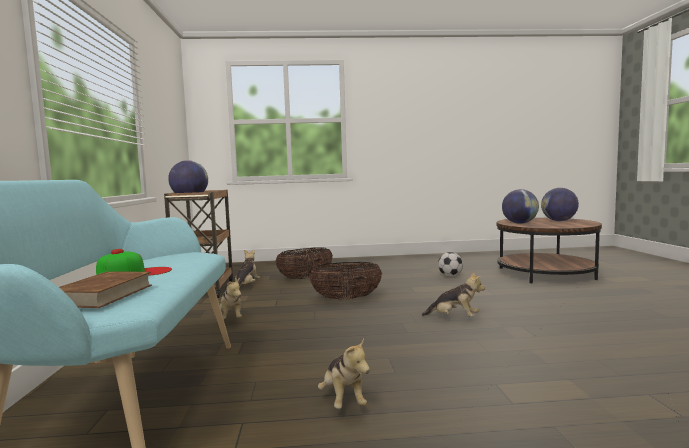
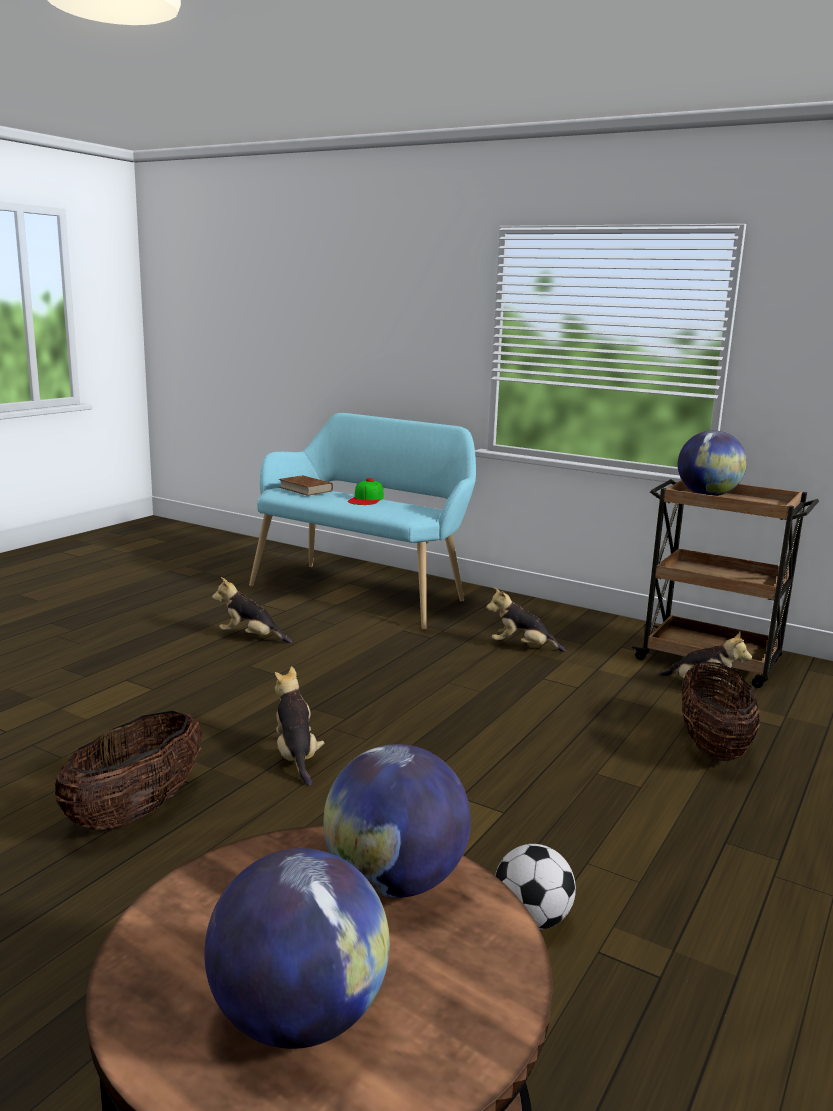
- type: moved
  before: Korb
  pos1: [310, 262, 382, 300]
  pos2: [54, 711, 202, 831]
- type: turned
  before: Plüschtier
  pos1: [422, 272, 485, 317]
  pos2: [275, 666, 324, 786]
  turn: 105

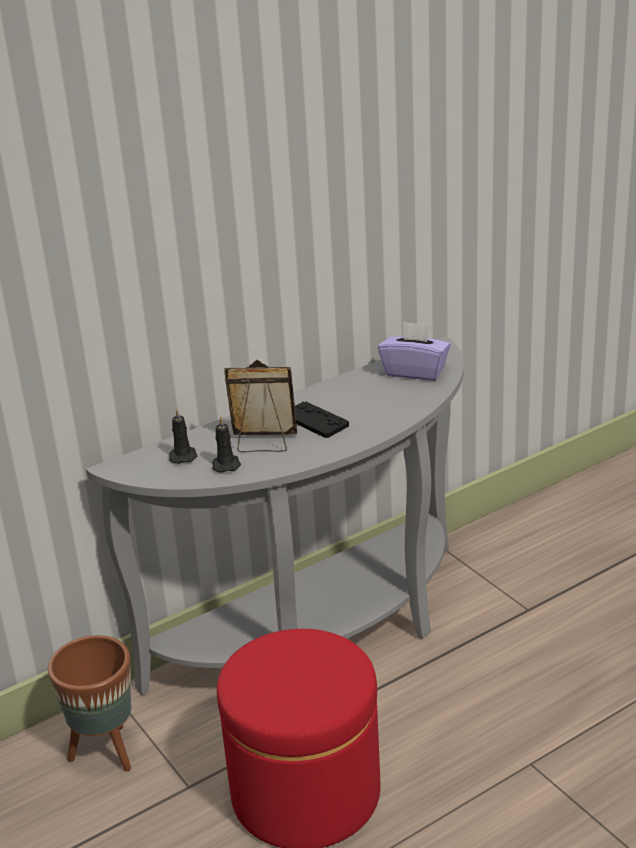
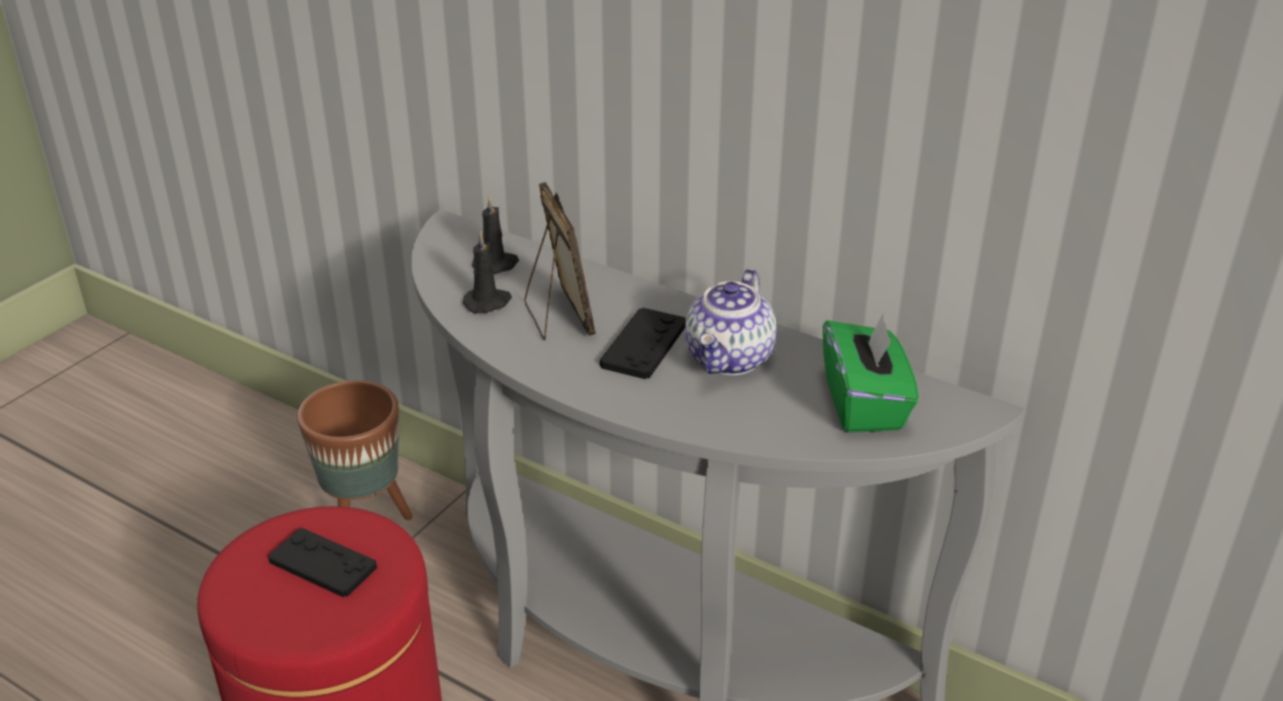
- type: added
  after: Gamepad [schwarz]
  pos2: [268, 528, 377, 598]
- type: added
  after: Teekanne
  pos2: [685, 269, 776, 375]
- type: recoloured
  before: Taschentuchbox [lila]
  after: Taschentuchbox [grün]
  pos1: [378, 321, 451, 381]
  pos2: [823, 314, 919, 433]

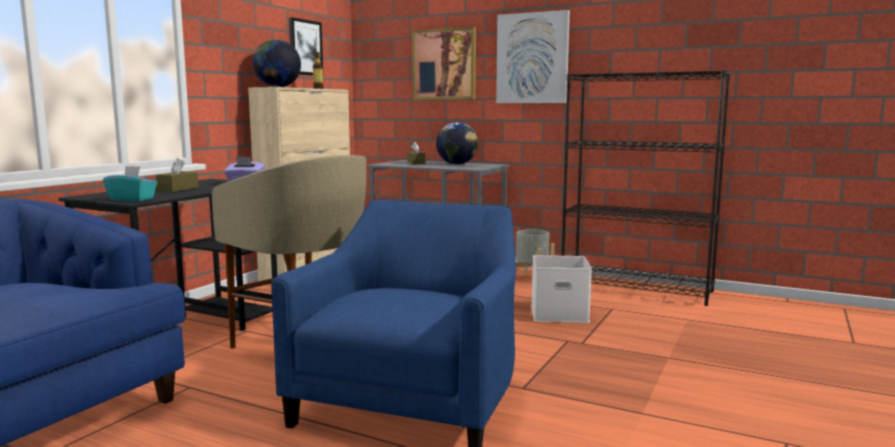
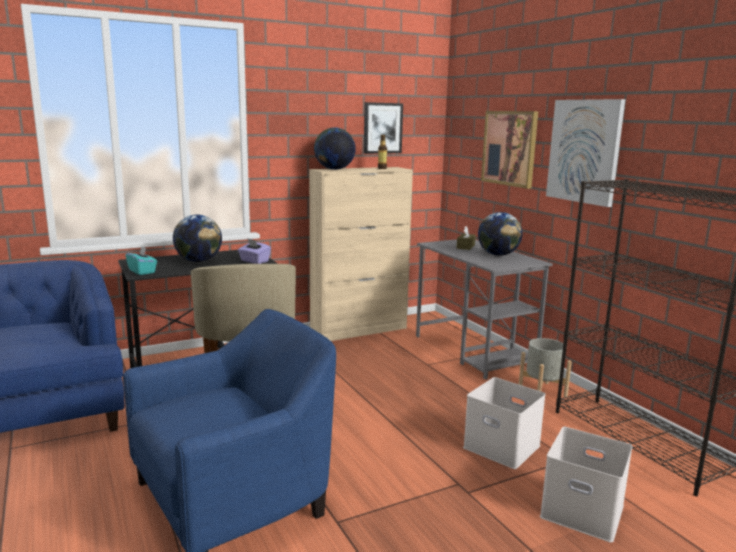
- type: replaced
  before: Taschentuchbox [braun]
  after: Globus
  pos1: [156, 158, 198, 192]
  pos2: [173, 215, 222, 262]
- type: added
  after: Aufbewahrungsbox [weiß]
  pos2: [540, 427, 633, 542]

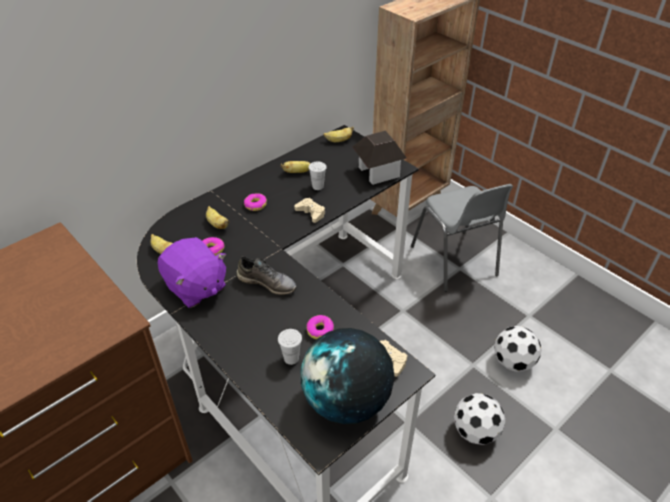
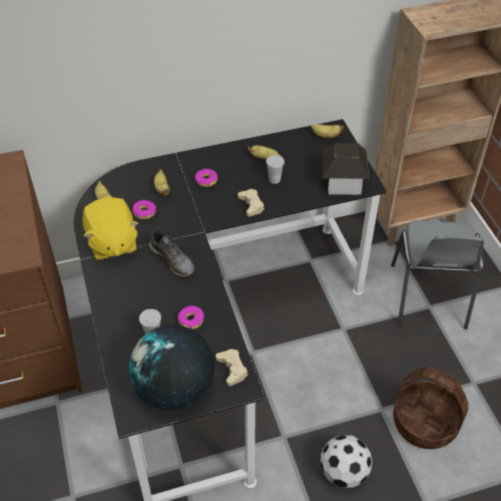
- type: recoloured
  before: Plüschtier [lila]
  after: Plüschtier [gelb]
  pos1: [158, 237, 226, 308]
  pos2: [83, 197, 139, 260]
- type: replaced
  before: Fußball
  after: Korb
  pos1: [494, 326, 541, 372]
  pos2: [393, 367, 468, 449]

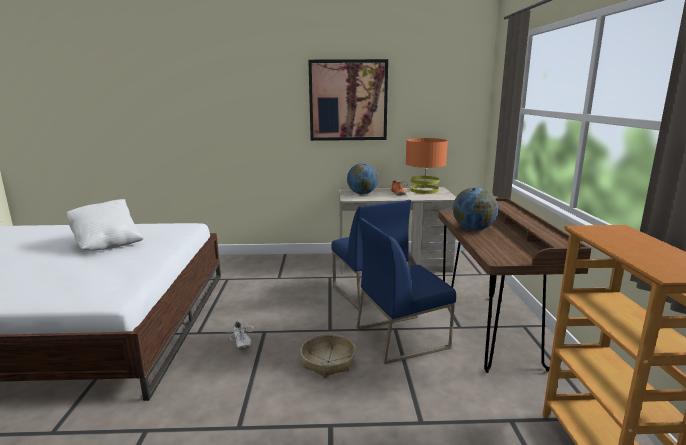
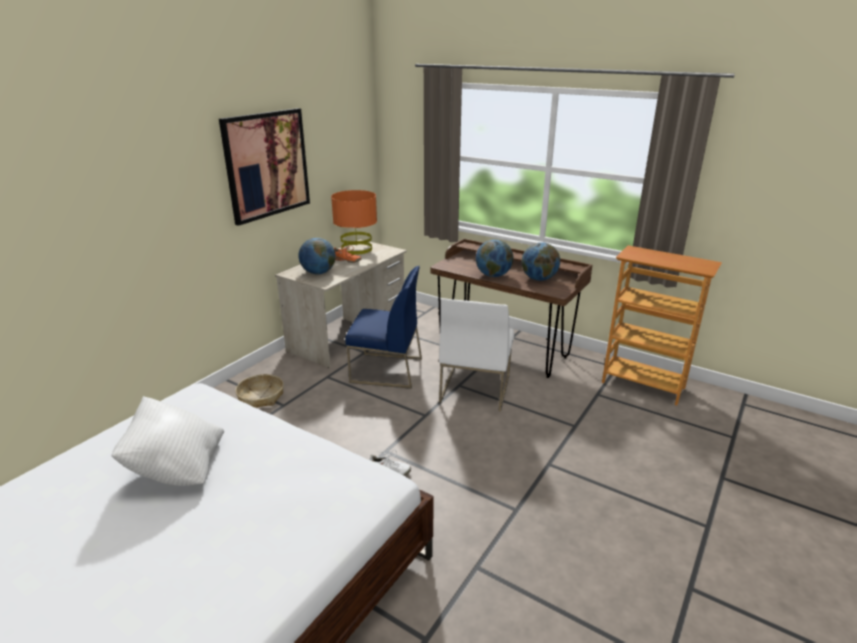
- type: moved
  before: Korb
  pos1: [301, 334, 356, 377]
  pos2: [235, 374, 284, 408]
- type: recoloured
  before: Stuhl [blau]
  after: Stuhl [weiß]
  pos1: [356, 218, 456, 364]
  pos2: [439, 298, 514, 412]
- type: added
  after: Globus
  pos2: [522, 242, 560, 281]

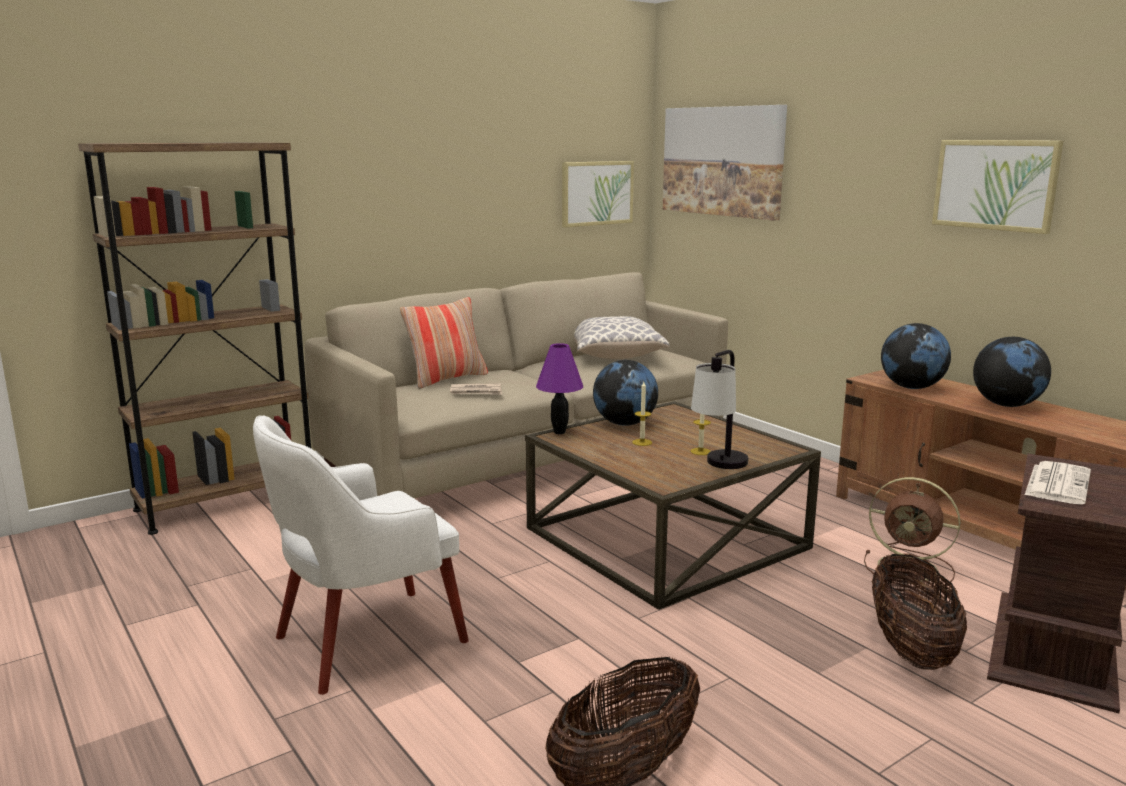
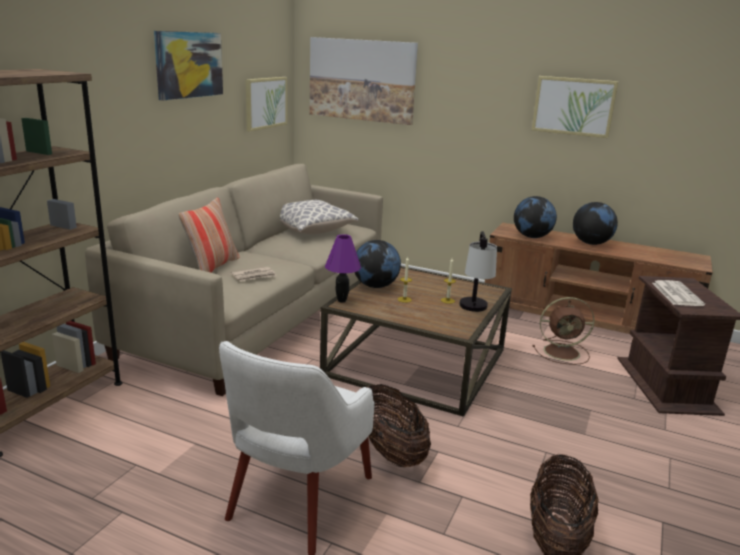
- type: added
  after: Bild
  pos2: [154, 31, 223, 100]
- type: moved
  before: Korb
  pos1: [872, 554, 967, 670]
  pos2: [367, 384, 431, 467]

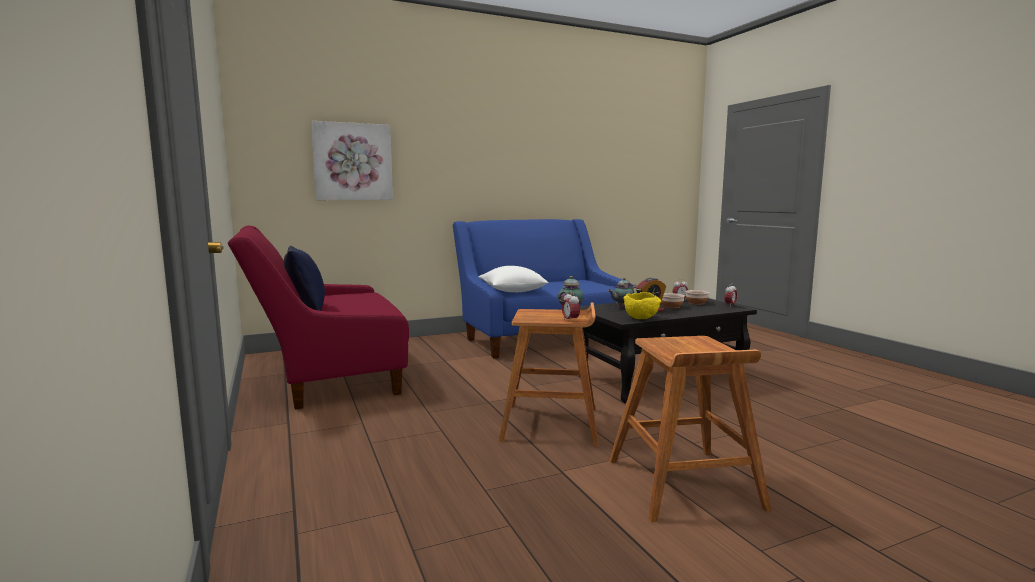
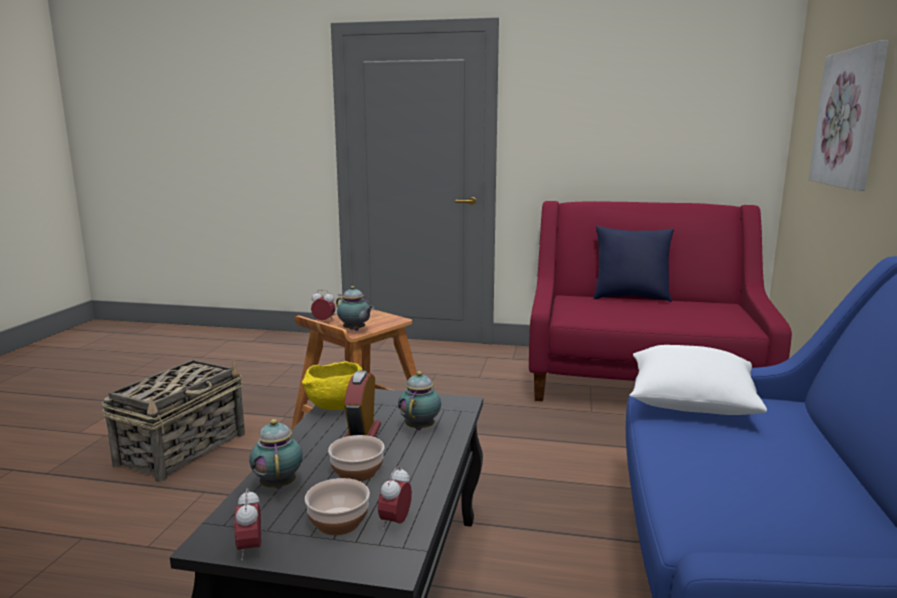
- type: replaced
  before: Hocker [braun]
  after: Korb
  pos1: [609, 336, 771, 522]
  pos2: [102, 359, 245, 482]
- type: added
  after: Teekanne
  pos2: [249, 419, 303, 489]

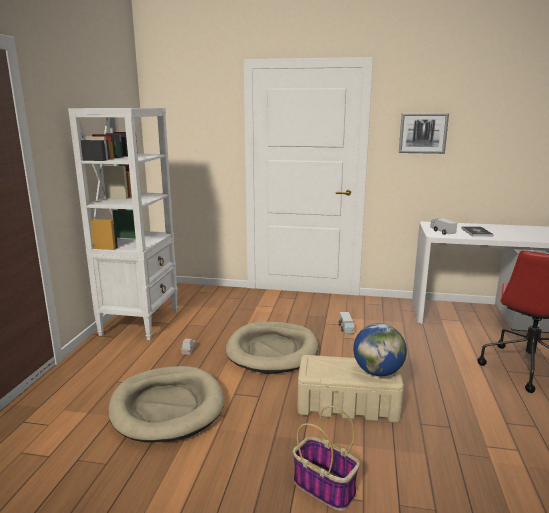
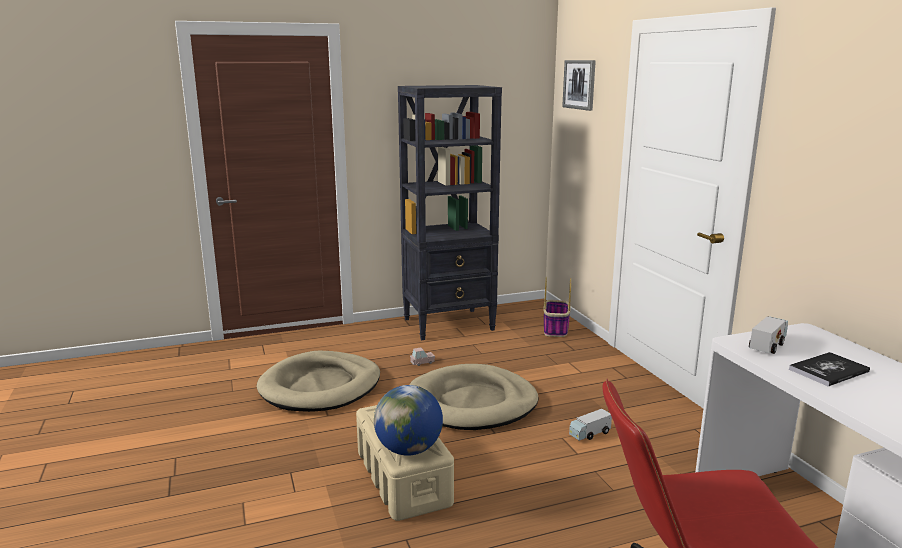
- type: recoloured
  before: Bücherregal [weiß]
  after: Bücherregal [schwarz]
  pos1: [68, 108, 178, 340]
  pos2: [398, 85, 502, 340]
- type: moved
  before: Korb
  pos1: [293, 406, 360, 511]
  pos2: [543, 277, 571, 337]
- type: moved
  before: Bild
  pos1: [399, 113, 449, 154]
  pos2: [562, 60, 596, 111]

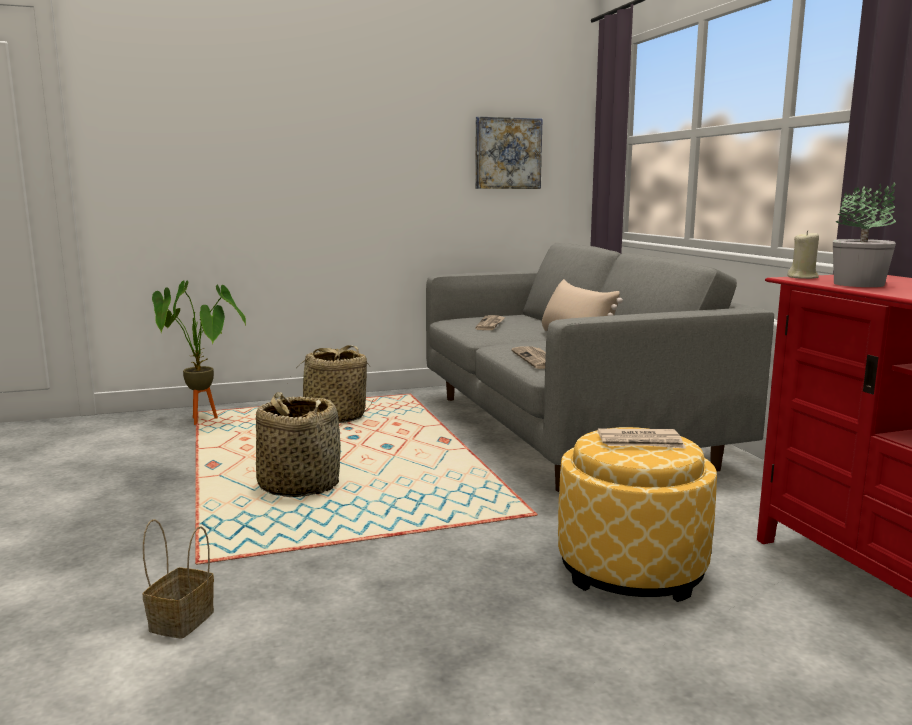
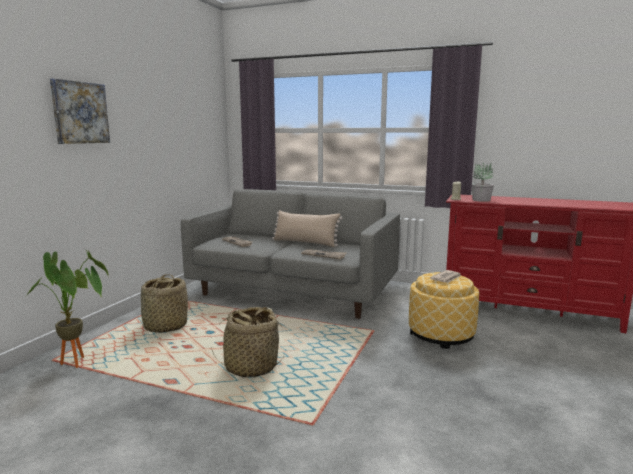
- type: moved
  before: Bild
  pos1: [475, 116, 543, 189]
  pos2: [50, 78, 110, 144]
- type: removed
  before: Korb
  pos1: [143, 519, 214, 639]

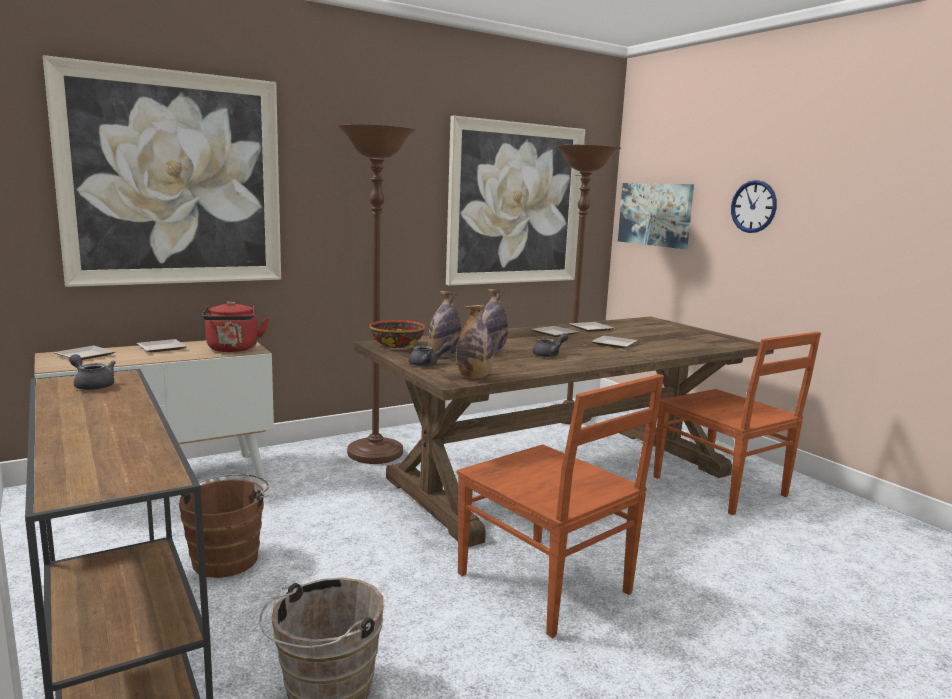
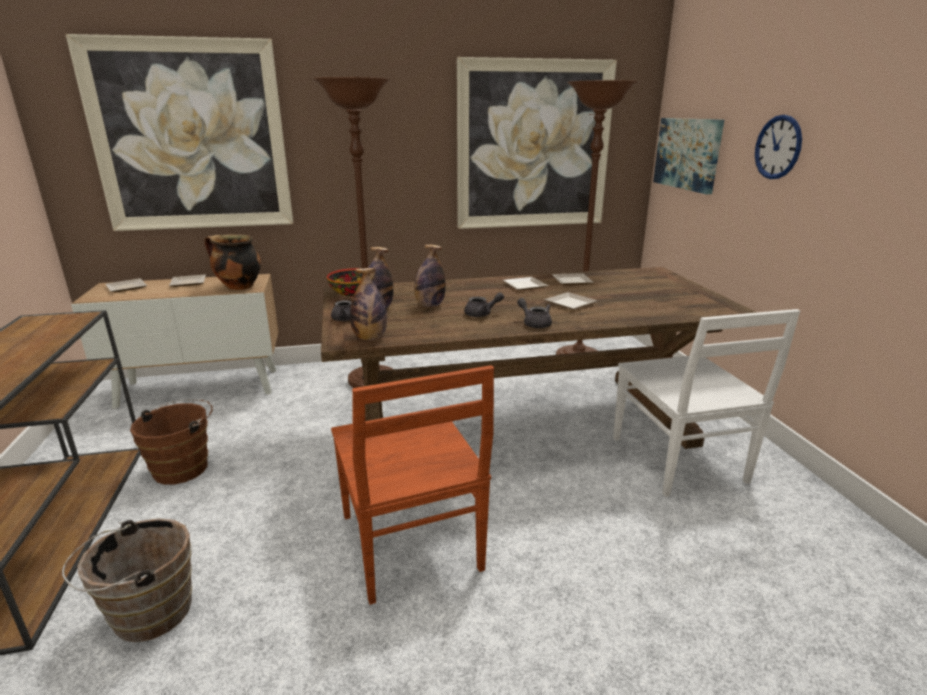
- type: replaced
  before: Wasserkessel [rot]
  after: Kochtopf
  pos1: [202, 301, 269, 352]
  pos2: [205, 234, 261, 290]
- type: moved
  before: Teekanne [grau]
  pos1: [69, 354, 116, 390]
  pos2: [517, 298, 552, 328]
- type: recoloured
  before: Stuhl [braun]
  after: Stuhl [weiß]
  pos1: [653, 332, 821, 515]
  pos2: [613, 309, 800, 497]

